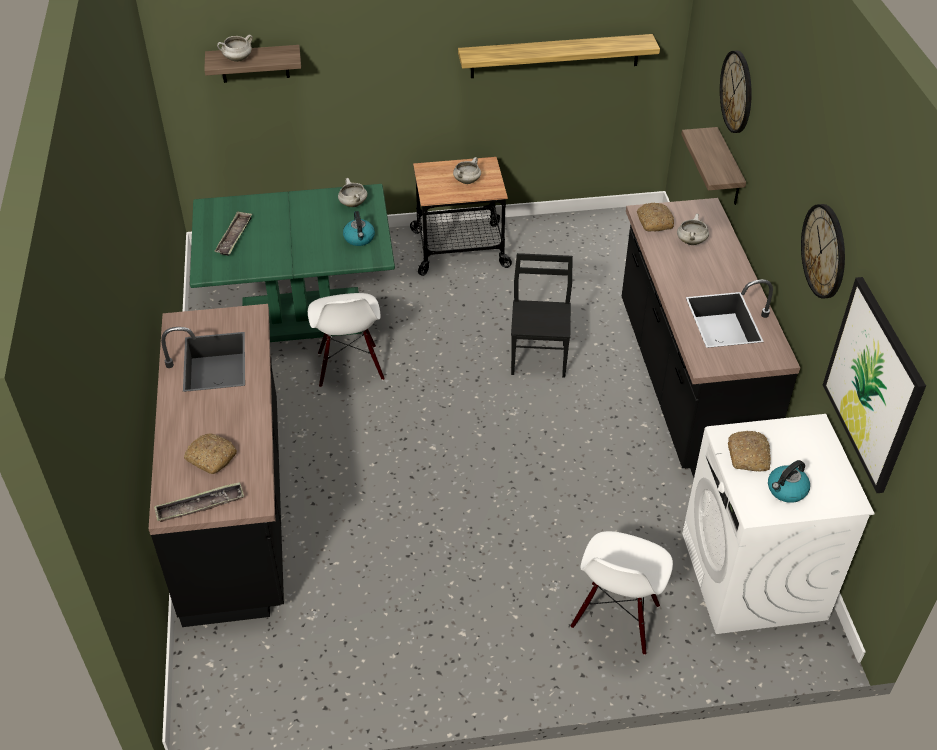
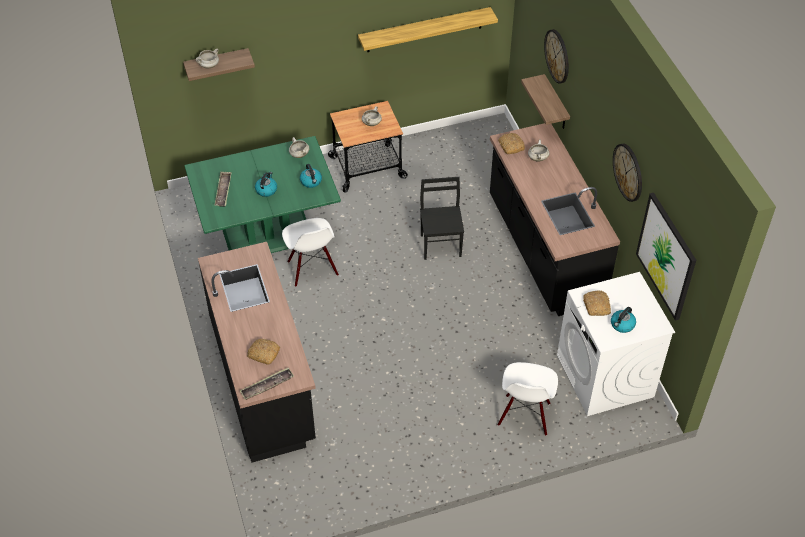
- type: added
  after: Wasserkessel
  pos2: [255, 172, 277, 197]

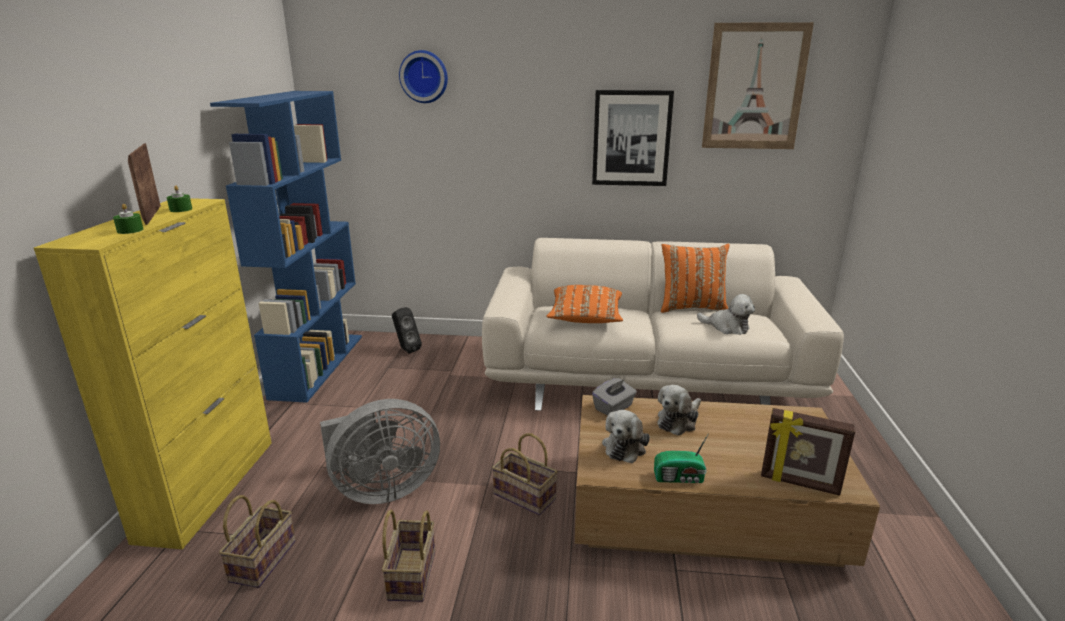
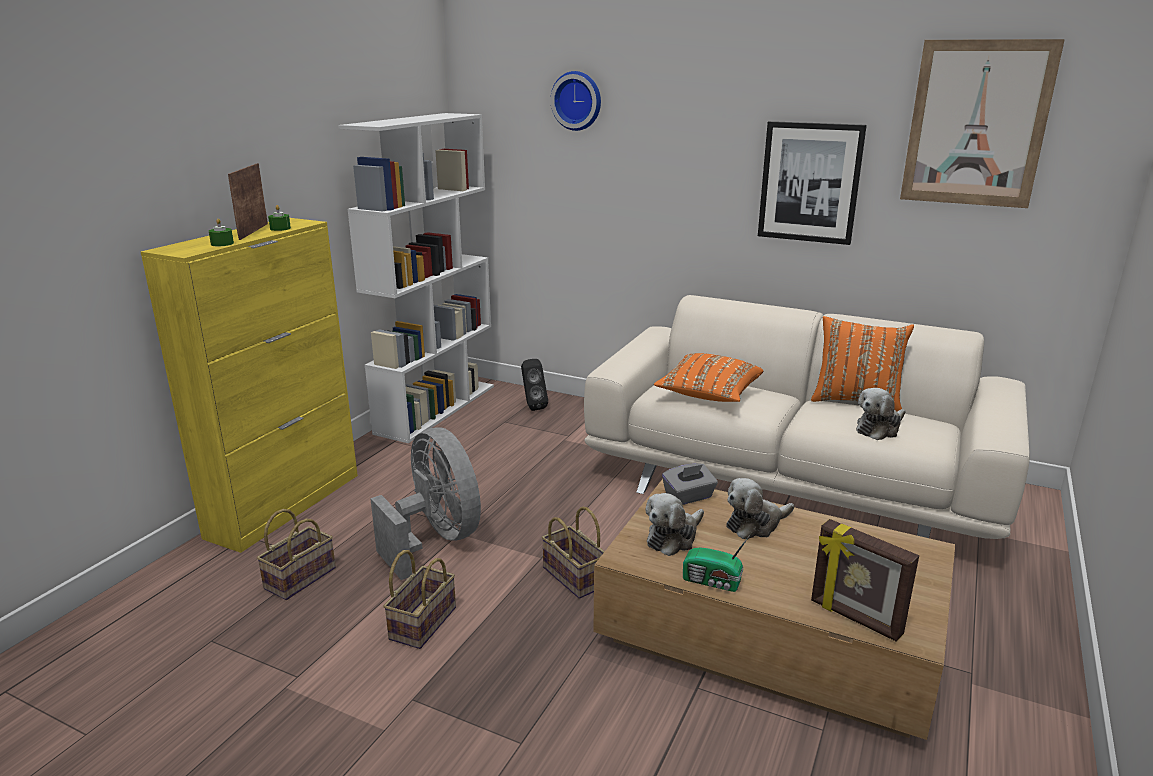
- type: recoloured
  before: Bücherregal [blau]
  after: Bücherregal [weiß]
  pos1: [210, 91, 362, 403]
  pos2: [338, 113, 494, 443]
- type: turned
  before: Ventilator [grau]
  pos1: [320, 399, 440, 504]
  pos2: [370, 427, 481, 580]
  turn: -120
- type: turned
  before: Plüschtier
  pos1: [697, 294, 755, 335]
  pos2: [856, 388, 905, 440]
  turn: 90

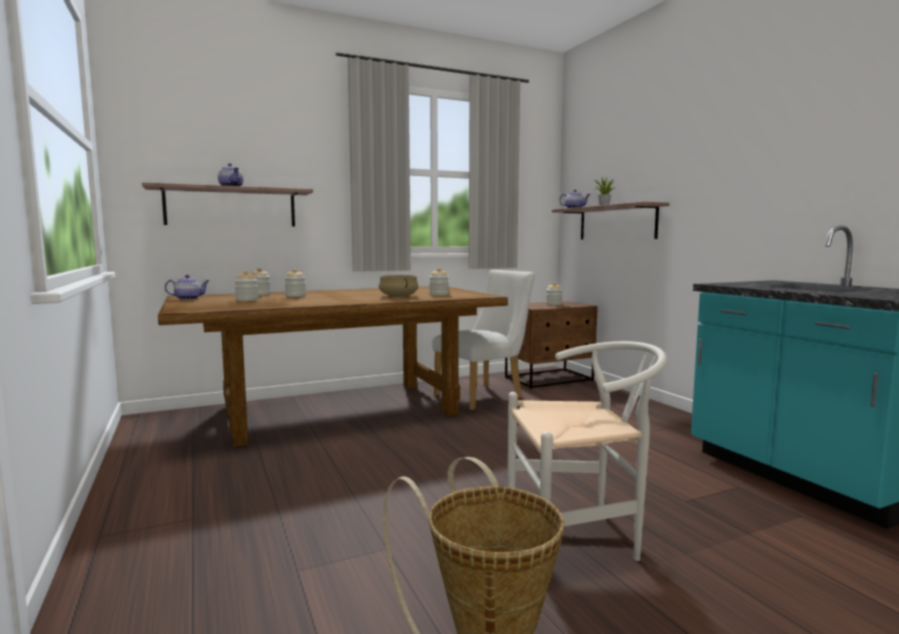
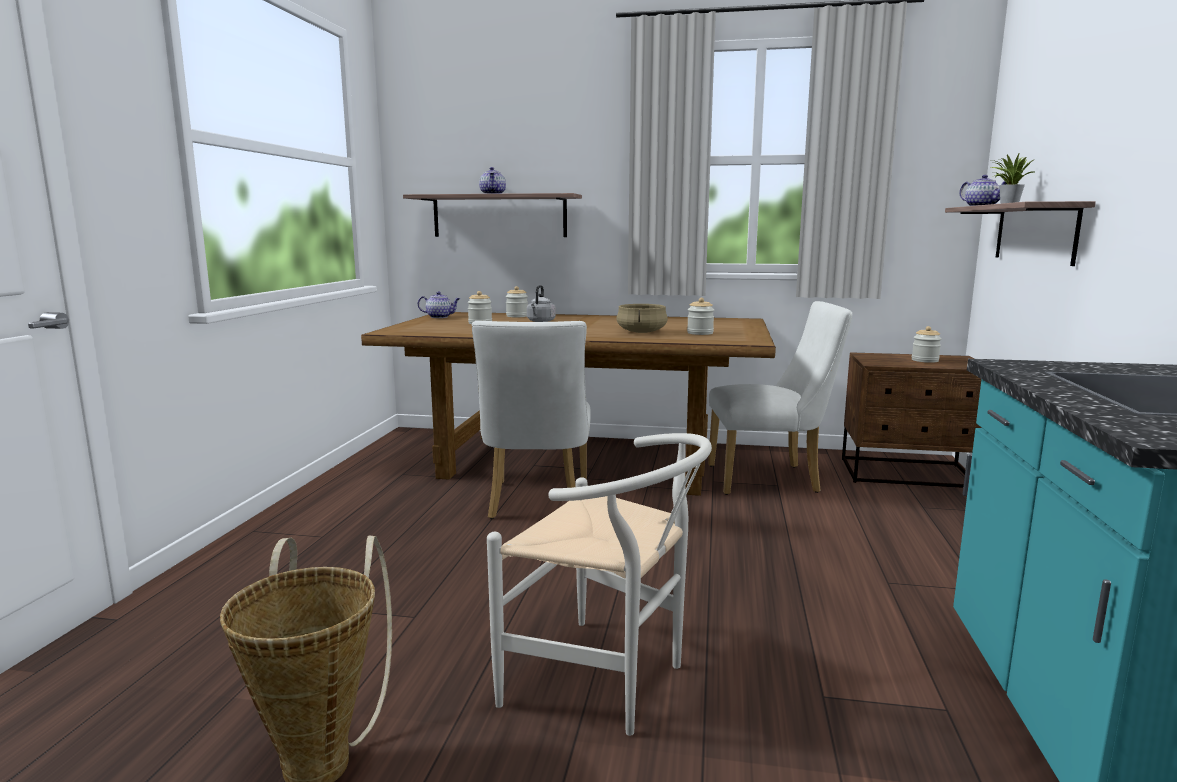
- type: added
  after: Stuhl [weiß]
  pos2: [472, 321, 591, 519]
- type: replaced
  before: Vorratsglas
  after: Wasserkessel [grau]
  pos1: [285, 269, 306, 297]
  pos2: [527, 285, 556, 322]

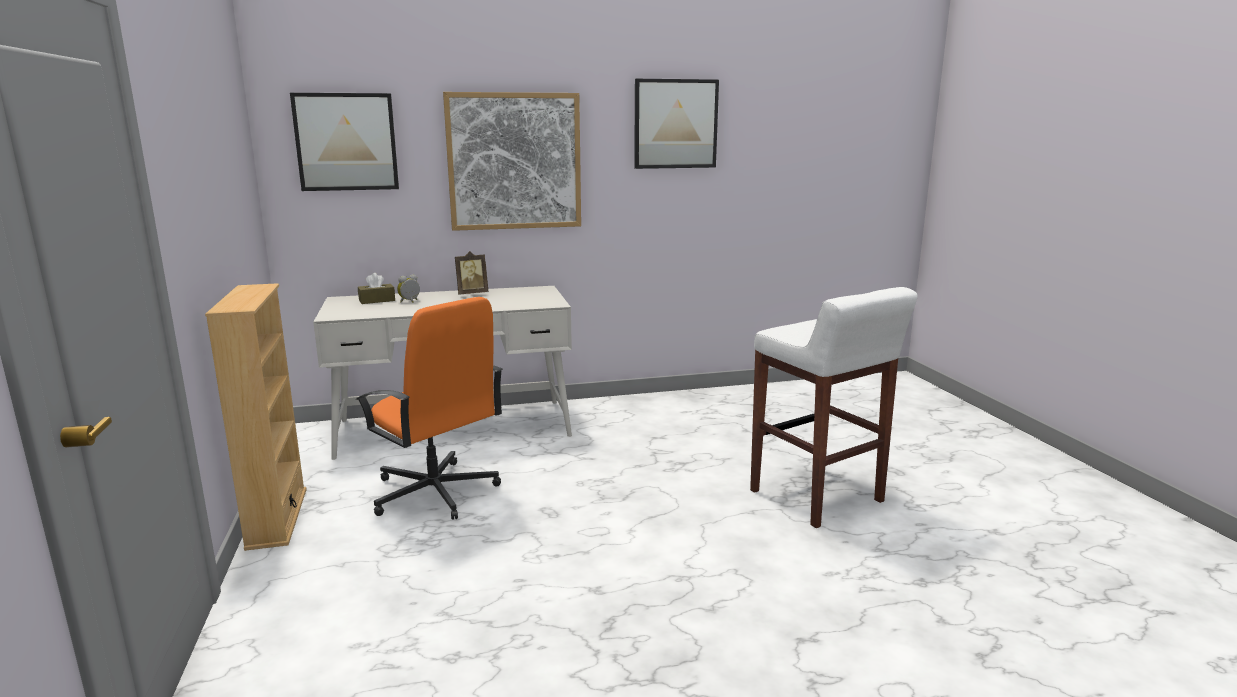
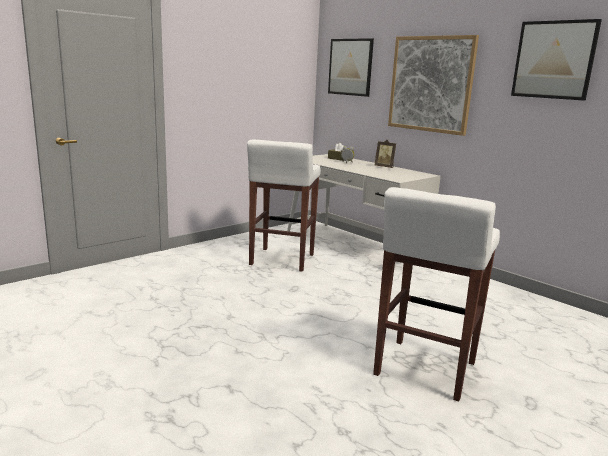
- type: replaced
  before: Bürostuhl [orange]
  after: Hocker [weiß]
  pos1: [356, 297, 503, 520]
  pos2: [247, 139, 321, 272]
- type: removed
  before: Bücherregal [beige]
  pos1: [205, 284, 307, 551]

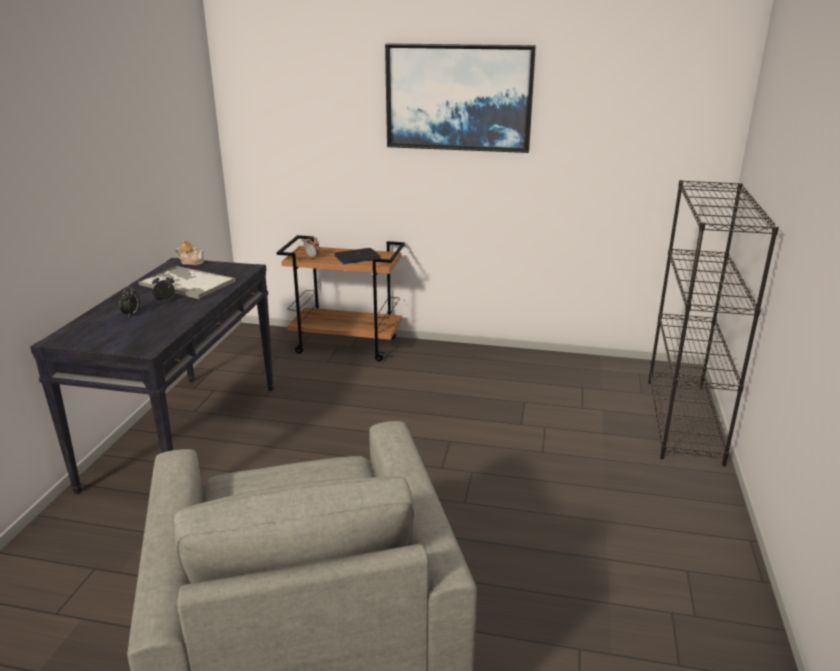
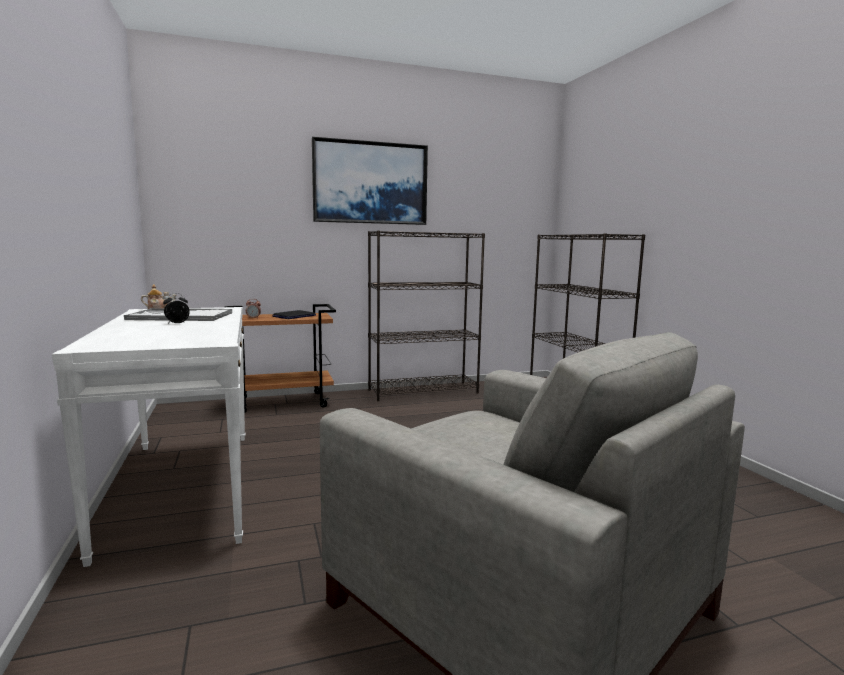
- type: recoloured
  before: Konsolentisch [schwarz]
  after: Konsolentisch [weiß]
  pos1: [30, 258, 274, 494]
  pos2: [52, 307, 246, 567]
- type: added
  after: Bücherregal [schwarz]
  pos2: [368, 231, 485, 401]
- type: removed
  before: Wecker
  pos1: [119, 286, 140, 316]

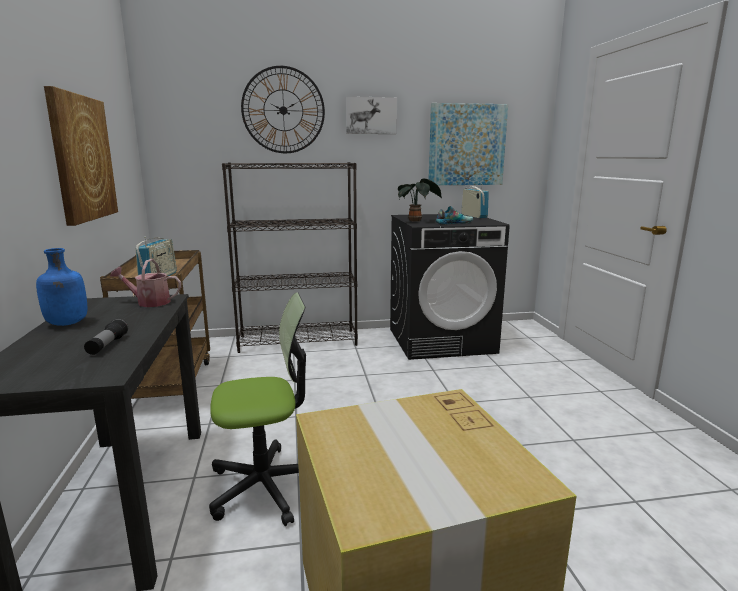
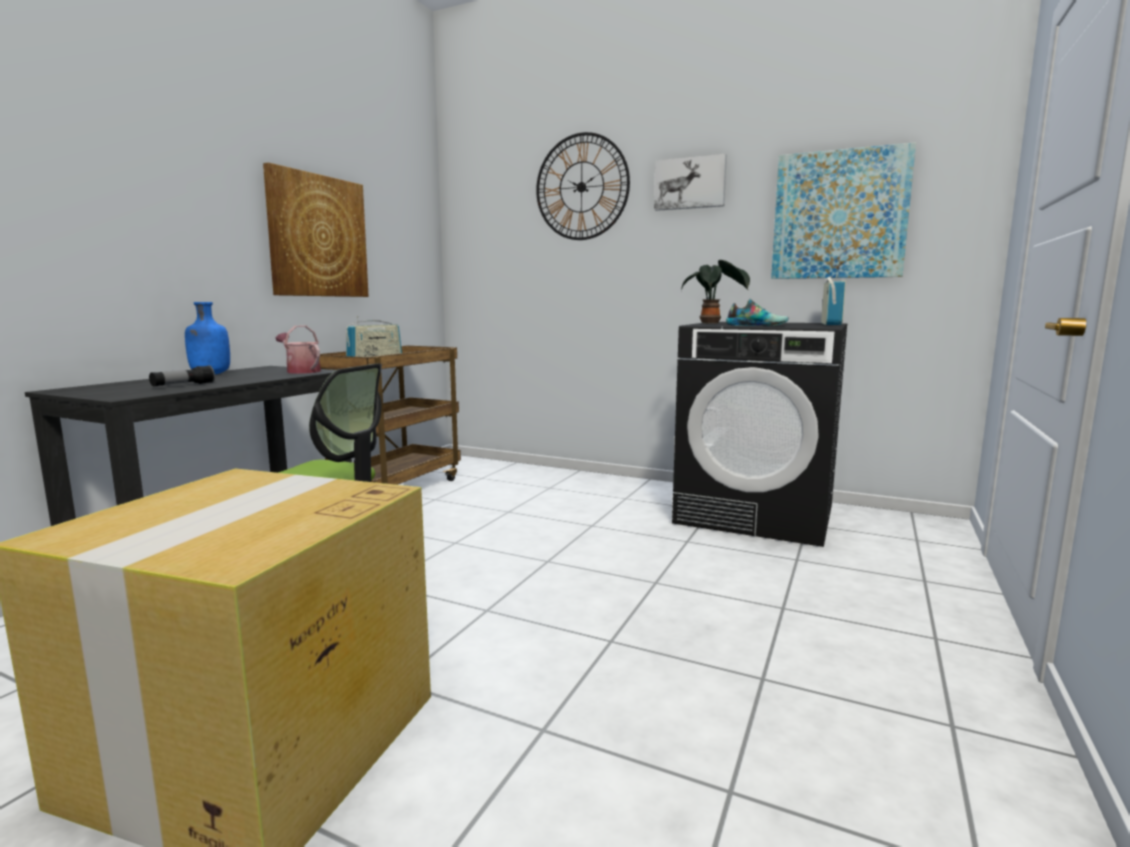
- type: removed
  before: Bücherregal [schwarz]
  pos1: [222, 162, 358, 353]

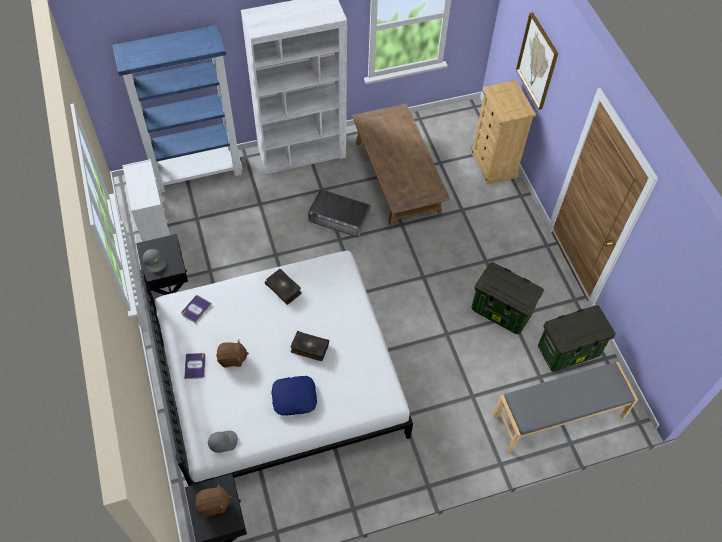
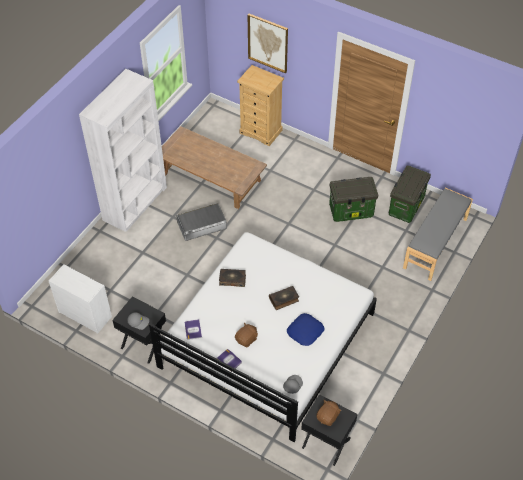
- type: removed
  before: Bücherregal [blau]
  pos1: [112, 25, 242, 193]

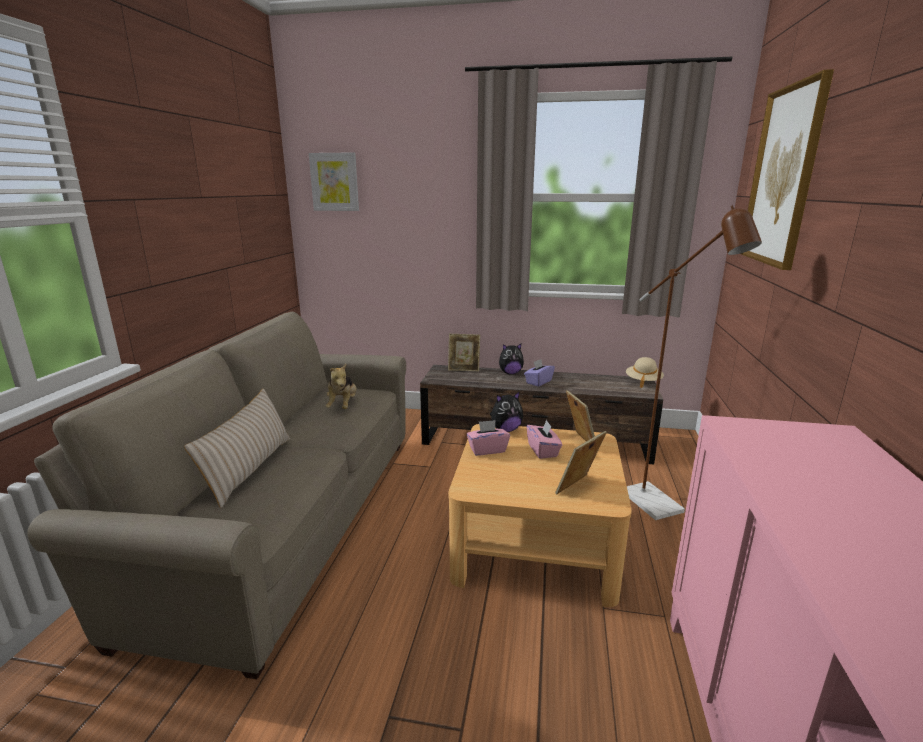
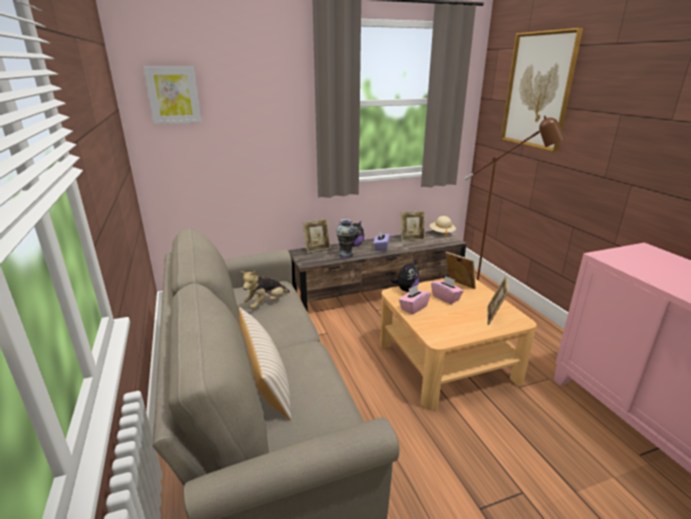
- type: turned
  before: Plüschtier
  pos1: [325, 364, 357, 409]
  pos2: [241, 271, 290, 309]
  turn: 75
- type: added
  after: Vase
  pos2: [336, 219, 356, 258]
- type: added
  after: Bilderrahmen
  pos2: [401, 211, 425, 241]

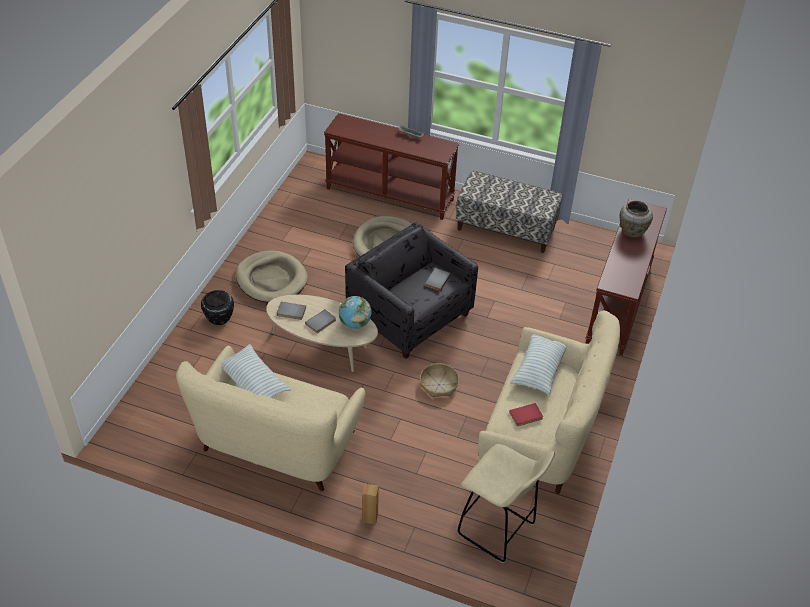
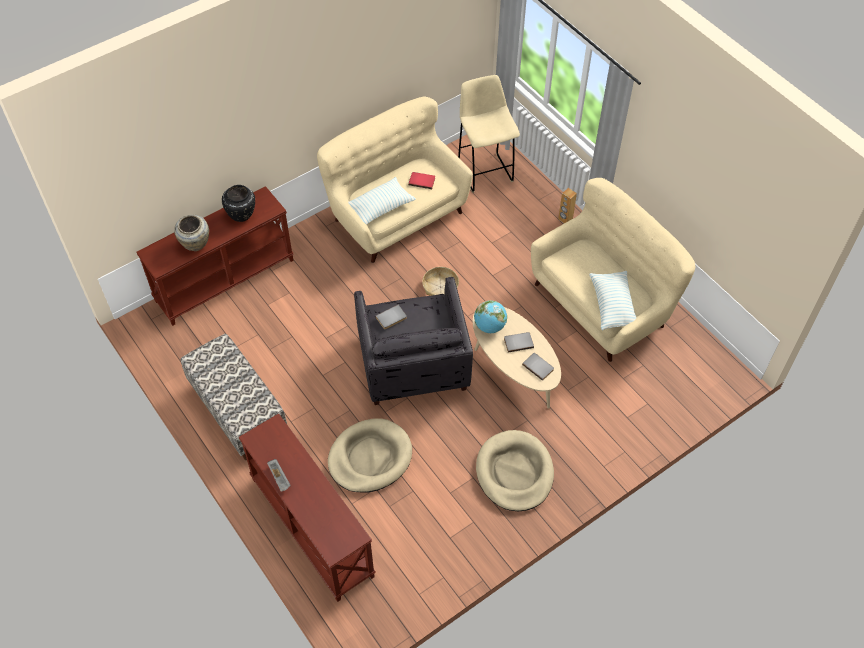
- type: moved
  before: Vase [schwarz]
  pos1: [201, 290, 234, 325]
  pos2: [222, 185, 255, 222]

